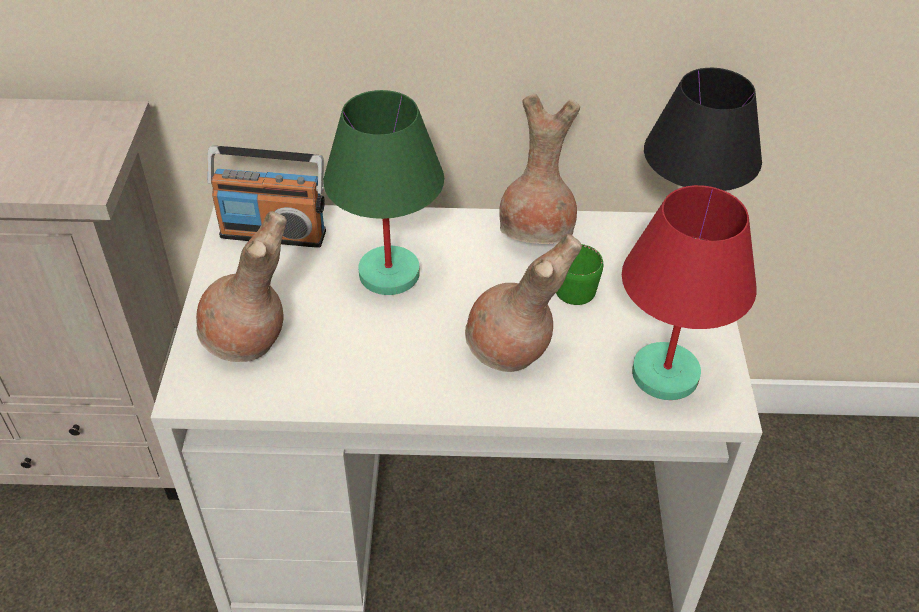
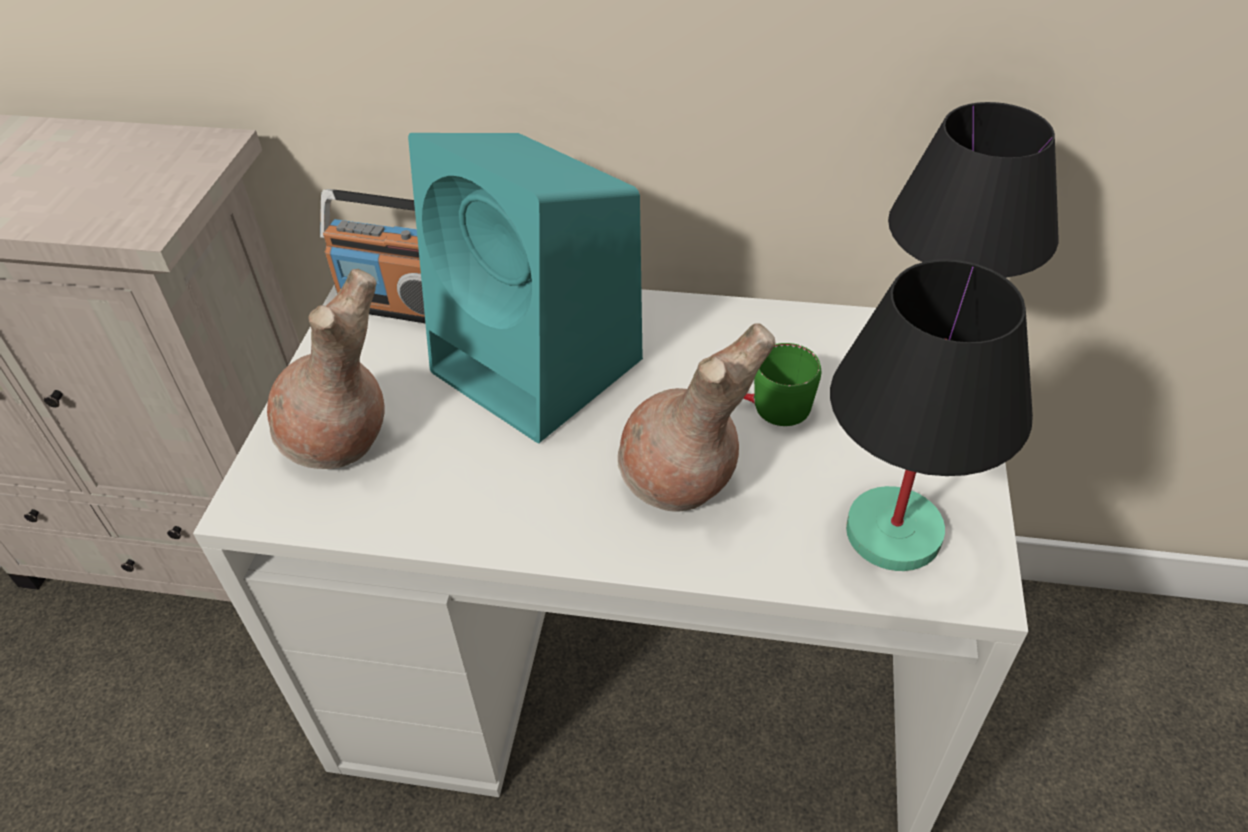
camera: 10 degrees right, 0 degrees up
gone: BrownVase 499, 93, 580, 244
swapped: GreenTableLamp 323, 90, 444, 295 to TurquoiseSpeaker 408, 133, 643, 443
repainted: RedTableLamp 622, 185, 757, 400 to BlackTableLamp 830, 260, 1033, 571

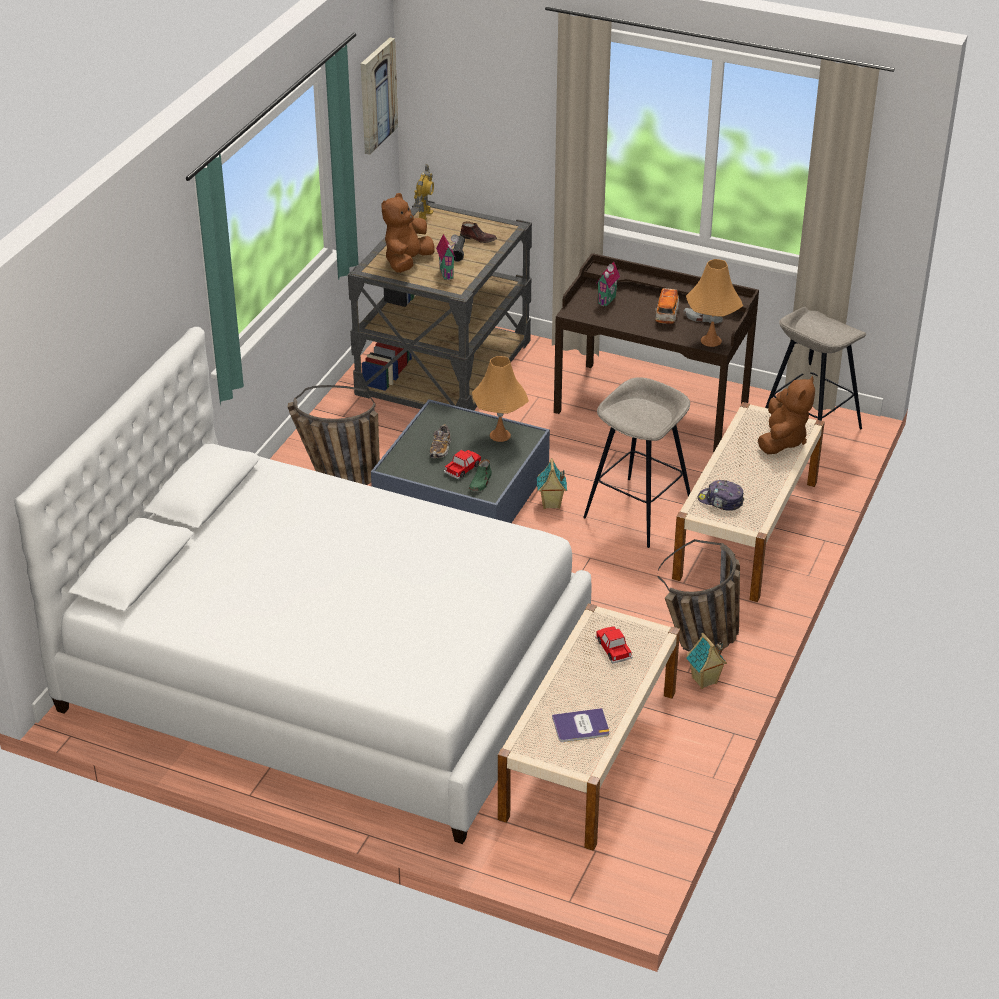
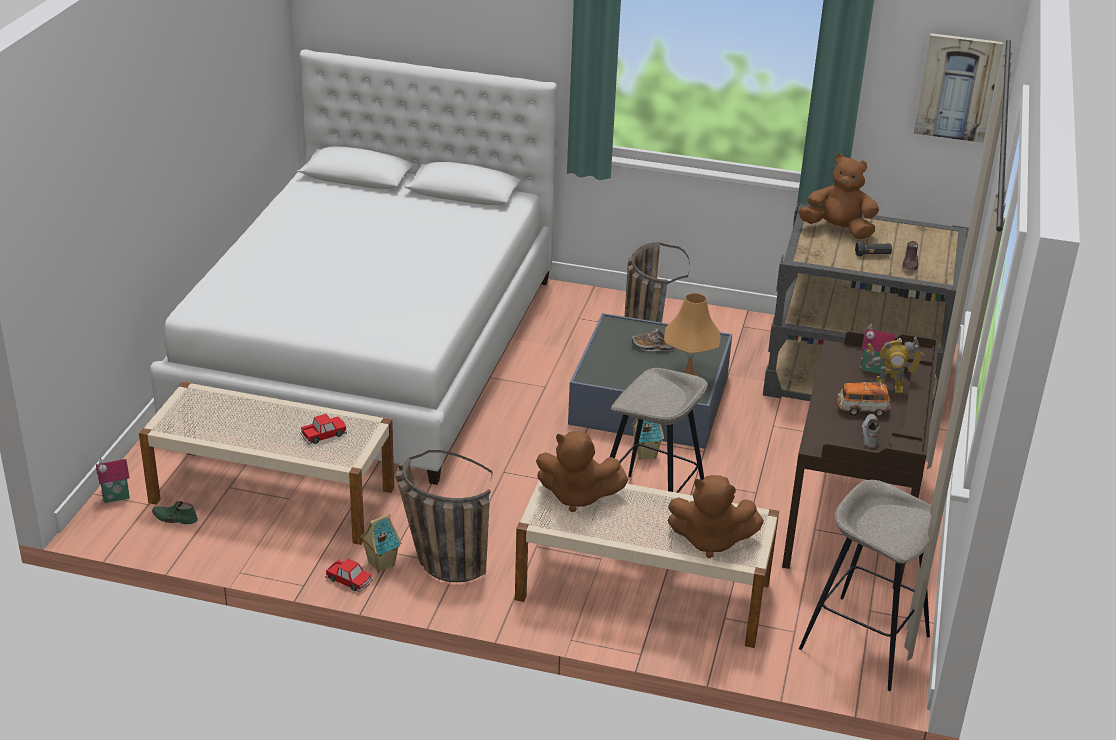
camera: 80 degrees right, 5 degrees down
gone: Book 552, 708, 610, 742; OrangeTableLamp 686, 259, 743, 347
shifted: ToyHouse 436, 234, 459, 280 to 95, 458, 130, 503; GreenShoe 469, 459, 492, 491 to 152, 501, 198, 524; ToyCar 444, 450, 481, 479 to 325, 559, 373, 592; ToyRobot 414, 164, 434, 220 to 866, 337, 925, 394
swapped: Cap 698, 480, 744, 511 to BrownPlushToy 536, 431, 628, 512

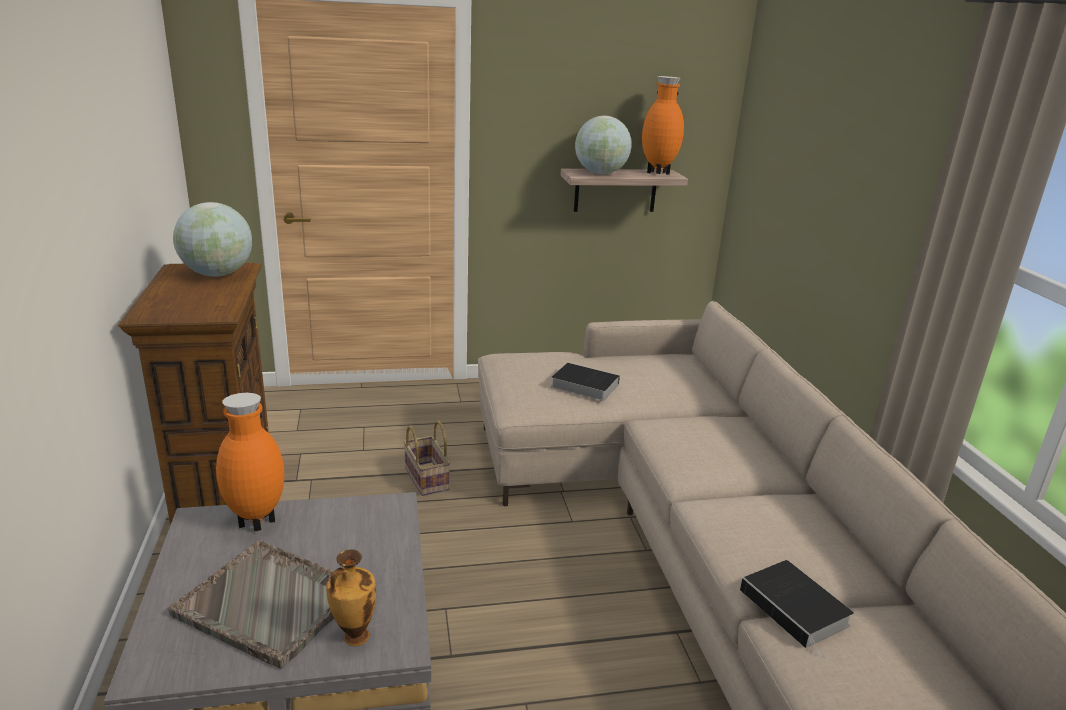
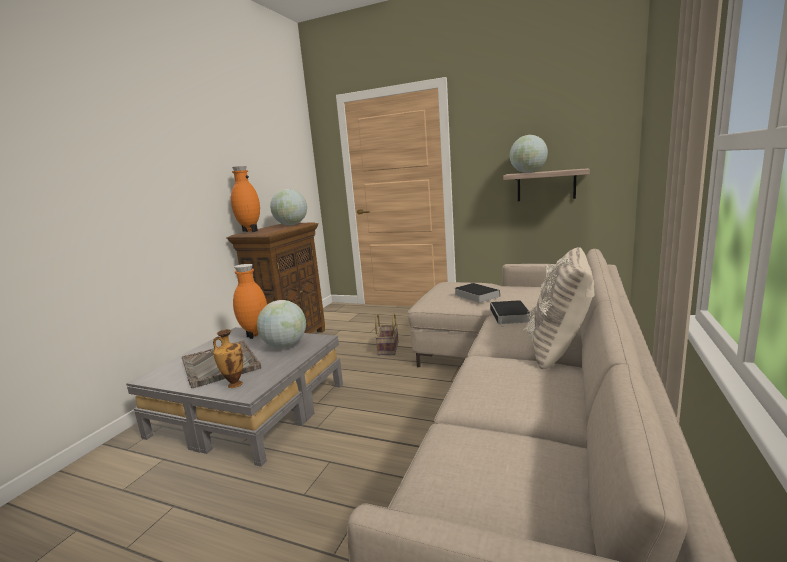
camera: 35 degrees right, 10 degrees down
new: Globe 257, 300, 306, 348; BeigePillow 524, 247, 594, 369
shifted: OrangeVase 642, 76, 684, 175 to 231, 166, 260, 232; Book 740, 560, 854, 659 to 490, 300, 530, 326

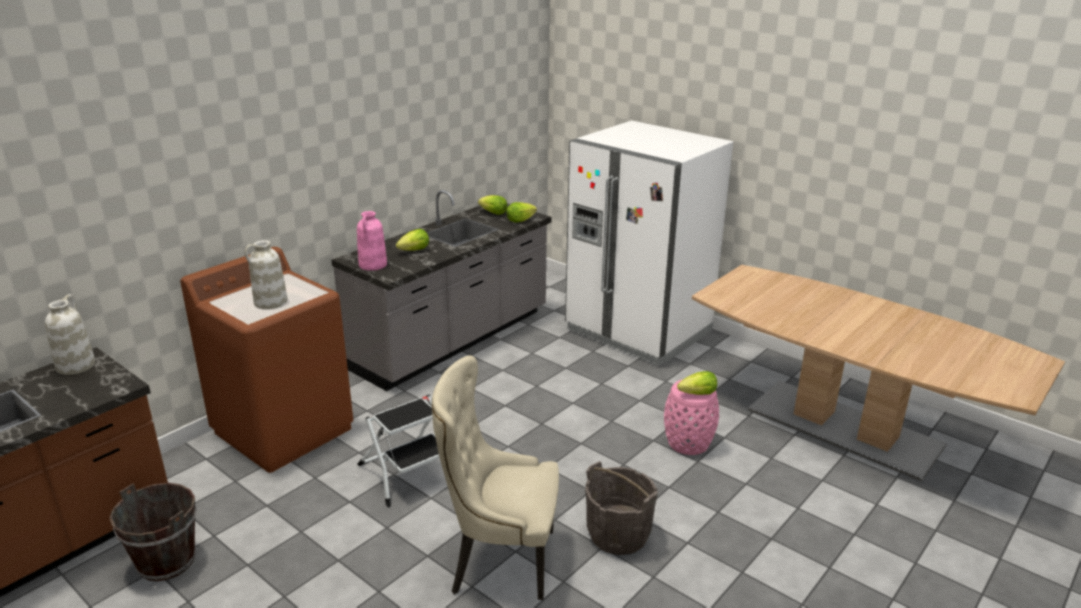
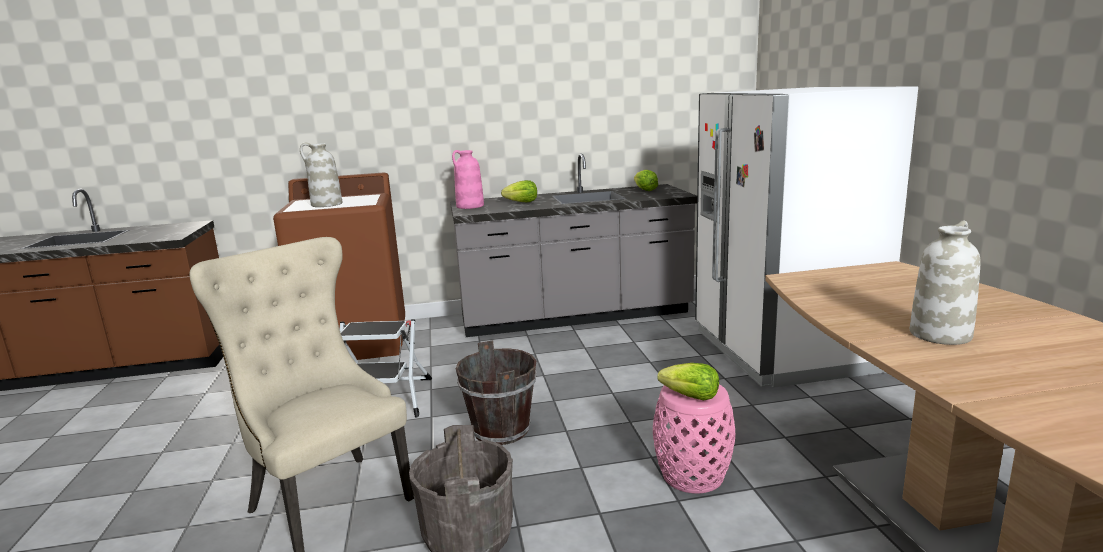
camera: 40 degrees right, 10 degrees down
gone: Lettuce 506, 202, 537, 223
shifted: BrownBucket 109, 483, 197, 581 to 455, 341, 537, 445; WhiteVase 45, 294, 95, 375 to 910, 220, 981, 345

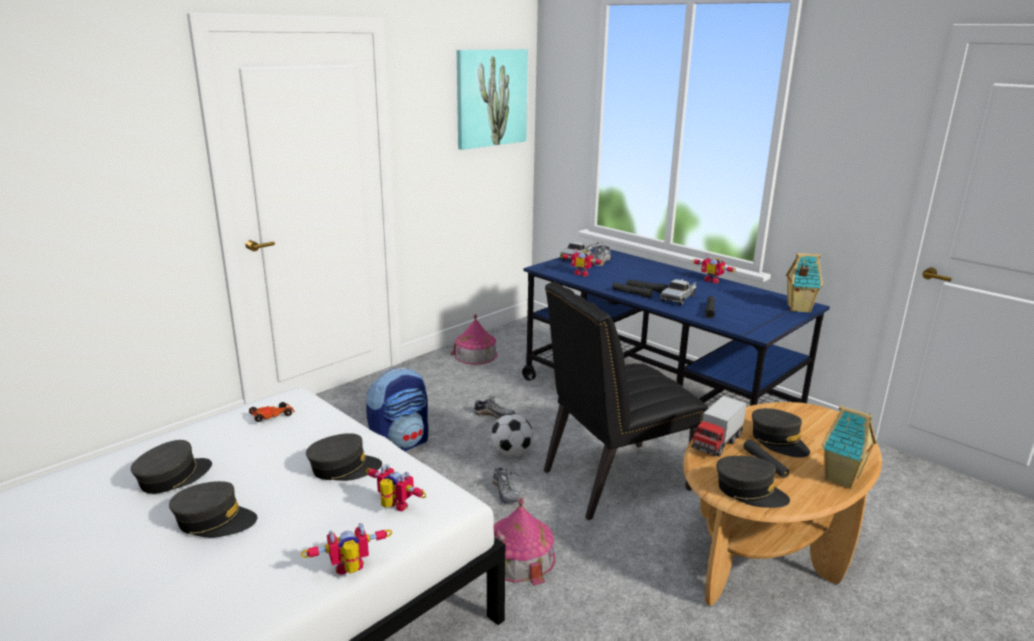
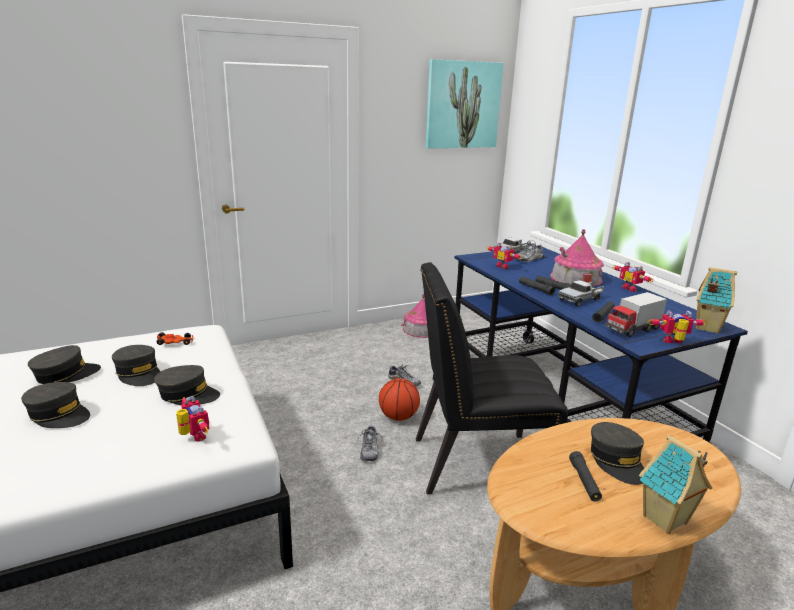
camera: 20 degrees right, 0 degrees up
gone: Backpack 366, 368, 429, 451
shifted: GreyCap 716, 456, 790, 508 to 112, 345, 160, 386; ToyHouse 494, 498, 555, 586 to 550, 229, 604, 286; ToyTruck 691, 396, 747, 457 to 605, 292, 667, 337; ToyRobot 301, 523, 392, 575 to 647, 310, 707, 343
swapped: Football 491, 414, 533, 457 to Basketball 379, 378, 420, 421

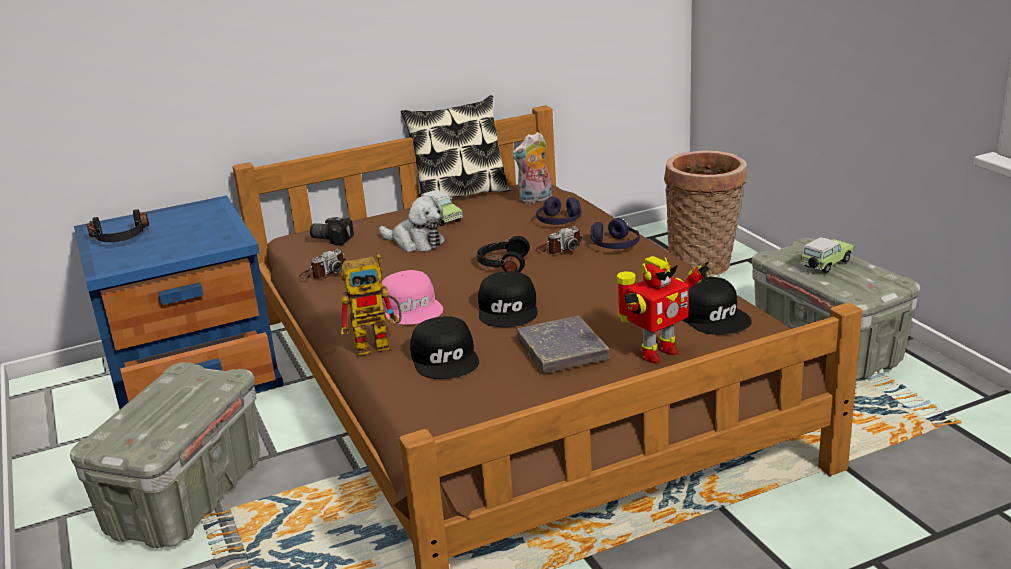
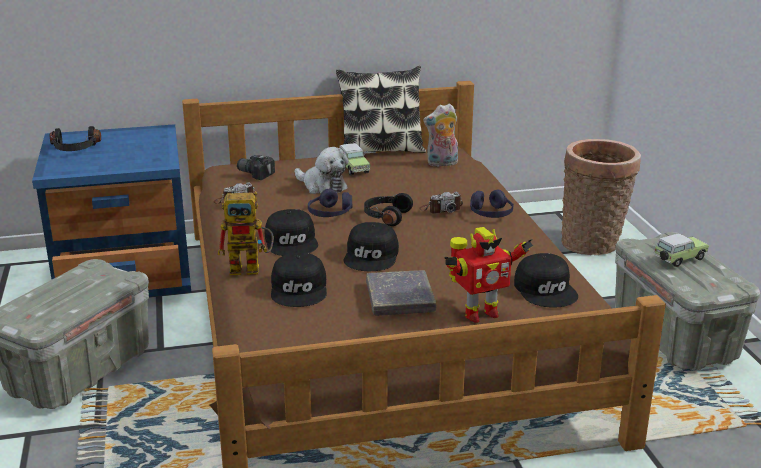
camera: 10 degrees right, 0 degrees up
shifted: PurpleHeadphones 536, 197, 581, 225 to 308, 189, 352, 217
repainted: PinkCap 382, 270, 443, 325 to BlackCap 265, 209, 318, 256

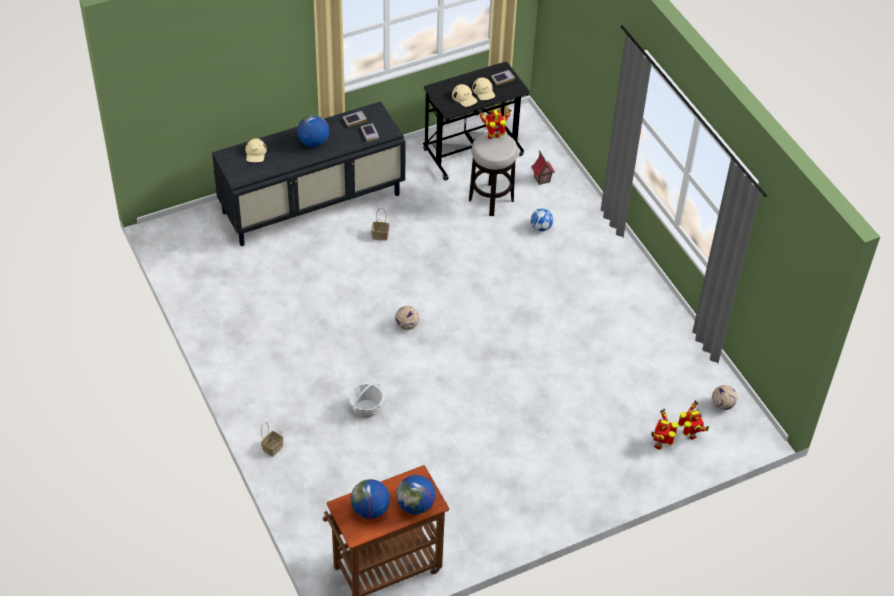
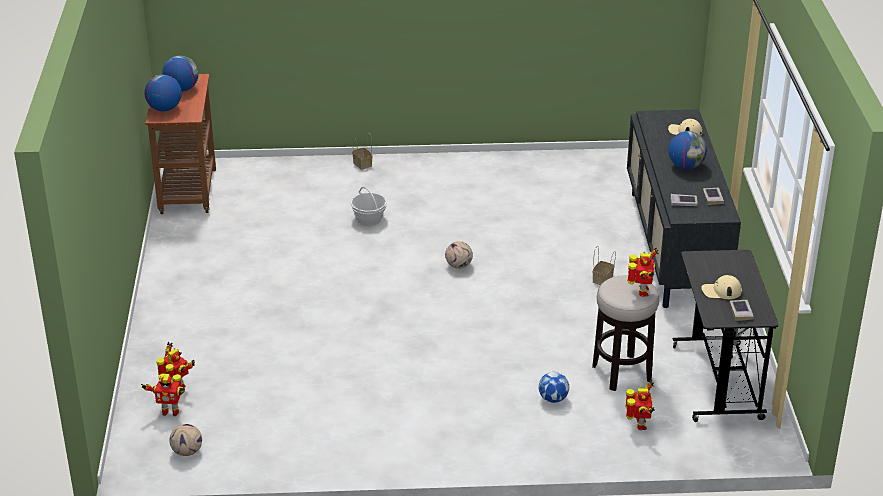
camera: 115 degrees right, 15 degrees down
gone: BeigeCap 452, 84, 478, 107
swapped: ToyHouse 531, 150, 555, 185 to ToyRobot 625, 380, 654, 430

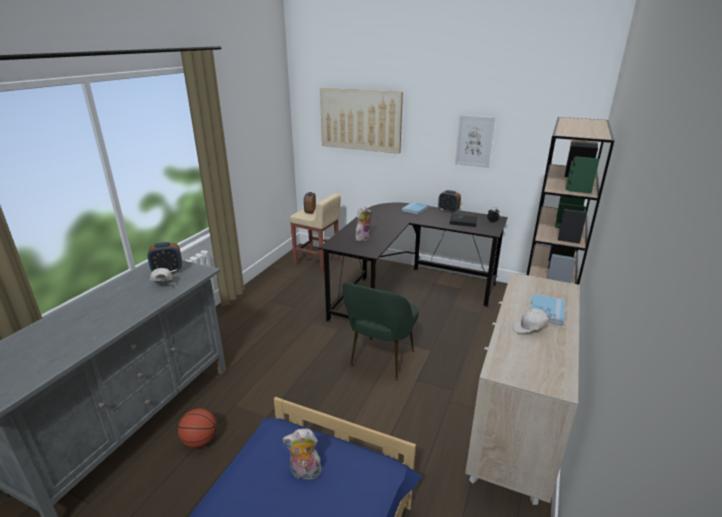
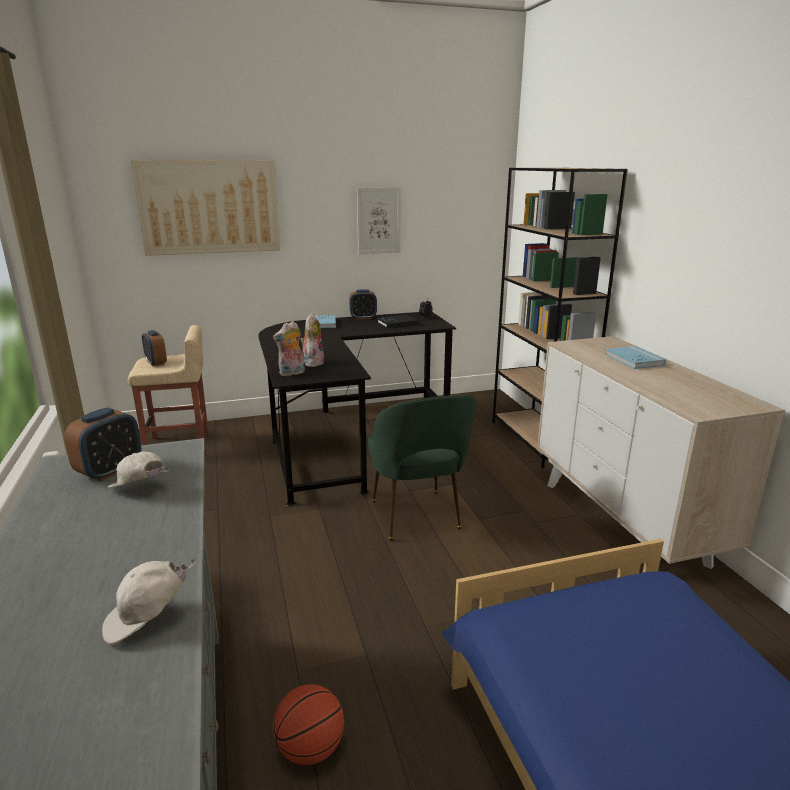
camera: 40 degrees left, 5 degrees down
shifted: WhiteCap 513, 309, 556, 333 to 102, 558, 196, 644; PlushToy 282, 429, 322, 480 to 273, 321, 305, 376

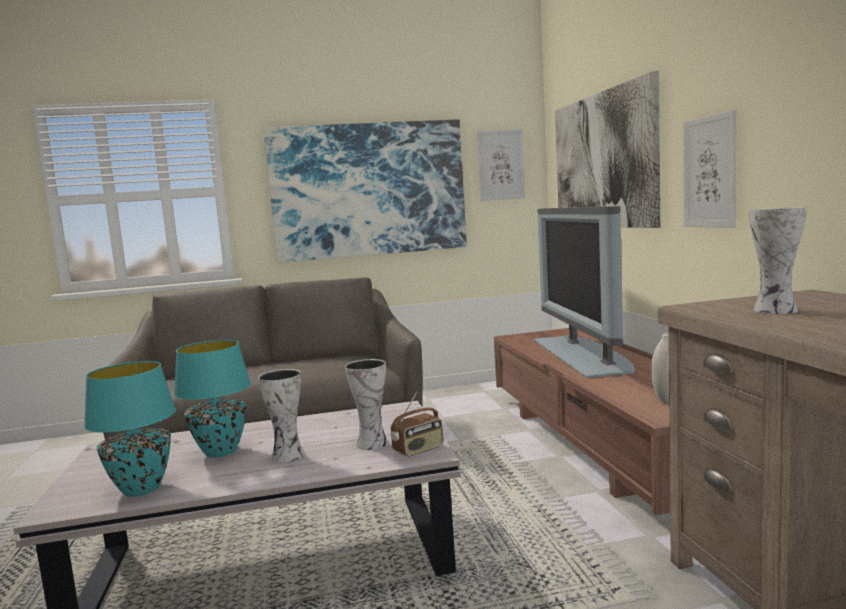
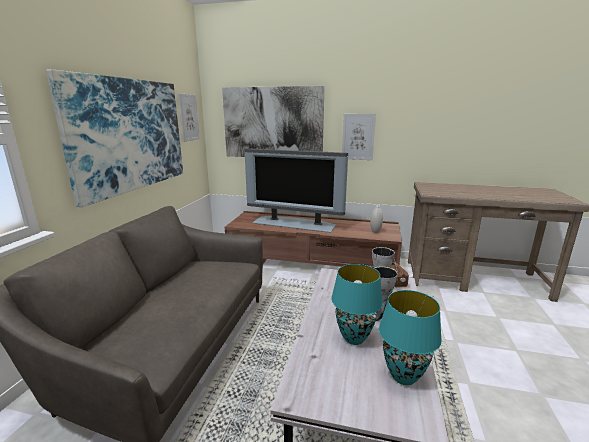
camera: 65 degrees left, 10 degrees up
gone: Vase 749, 207, 807, 314

